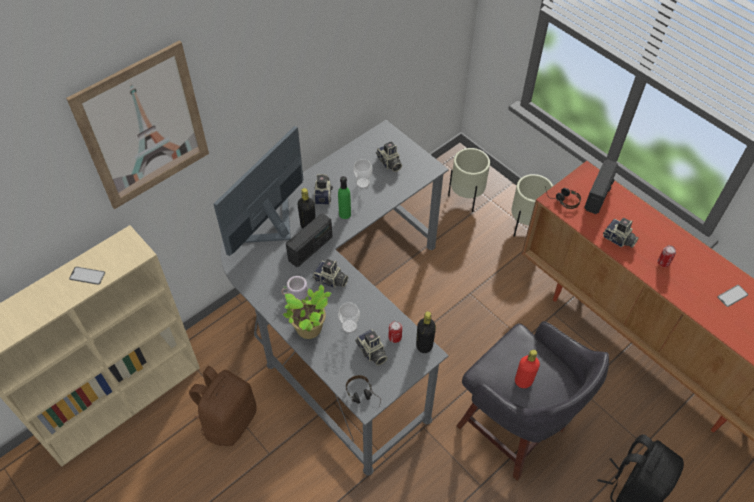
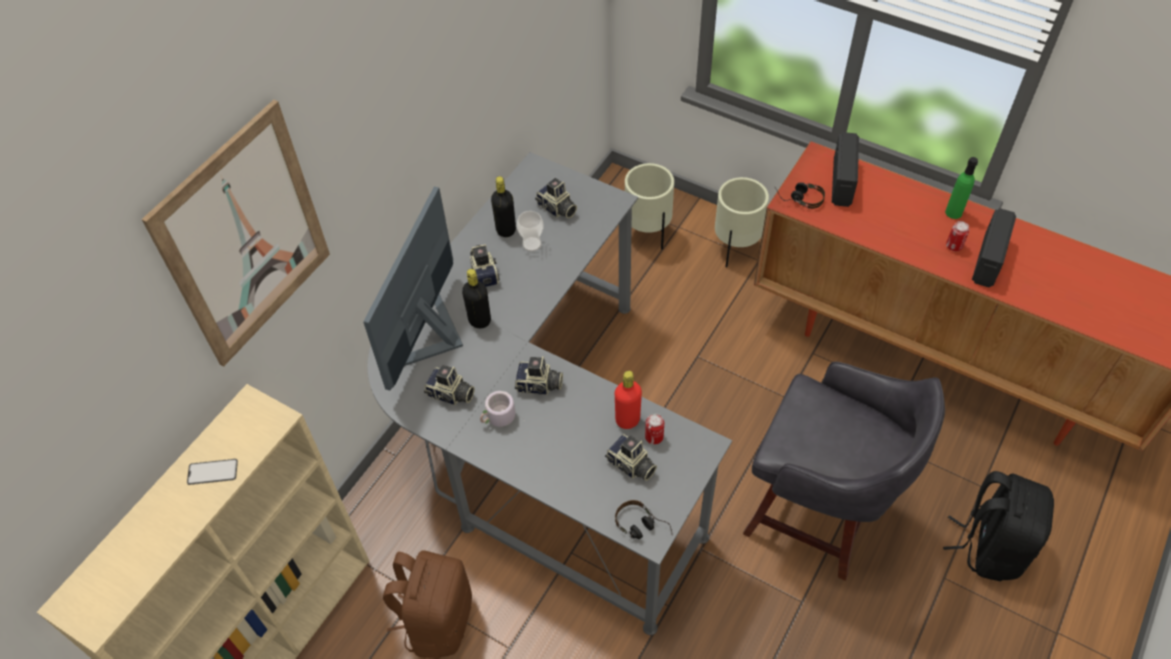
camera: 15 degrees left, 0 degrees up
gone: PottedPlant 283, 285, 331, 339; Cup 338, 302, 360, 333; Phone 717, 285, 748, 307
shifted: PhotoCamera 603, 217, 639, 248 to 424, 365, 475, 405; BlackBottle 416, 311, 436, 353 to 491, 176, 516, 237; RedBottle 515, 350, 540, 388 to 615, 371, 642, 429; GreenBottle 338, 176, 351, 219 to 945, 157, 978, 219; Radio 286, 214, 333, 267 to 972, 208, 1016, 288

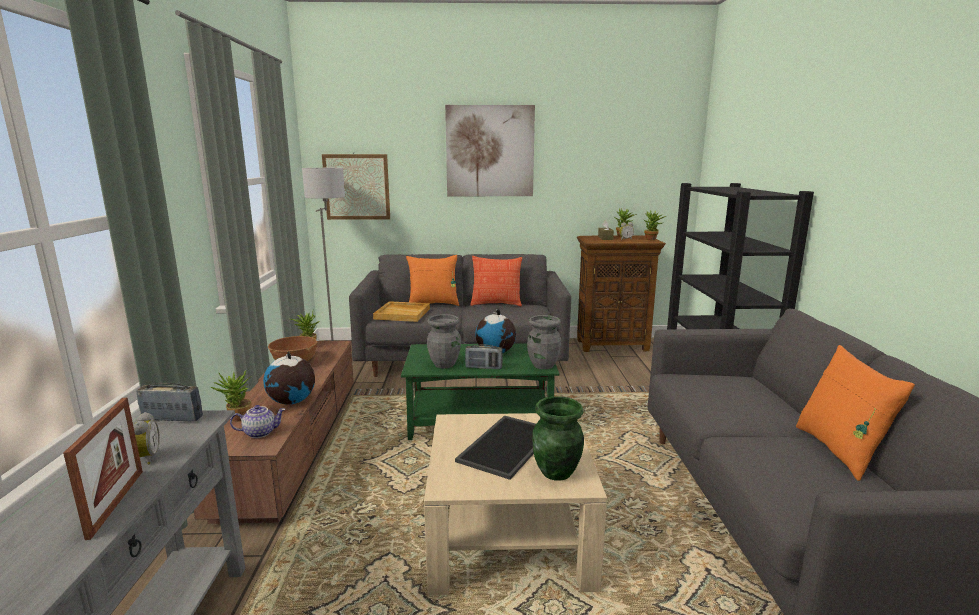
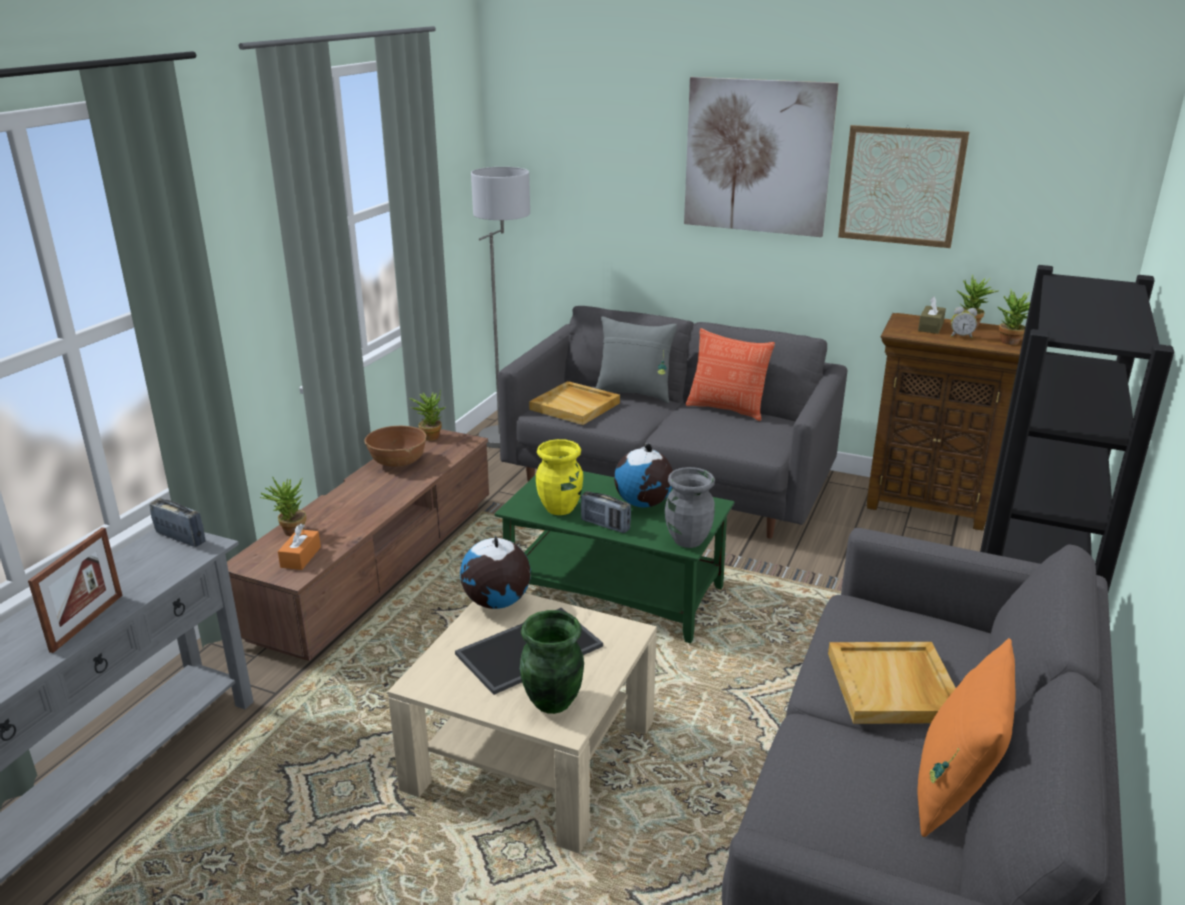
camera: 25 degrees right, 10 degrees up
gone: AlarmClock 133, 412, 160, 465
new: BeigeTray 828, 642, 956, 724
shifted: Globe 263, 351, 315, 405 to 460, 536, 531, 609; Picture 322, 154, 390, 220 to 838, 125, 969, 248
swapped: Teapot 230, 405, 286, 438 to OrangeTissueBox 278, 524, 321, 570
repainted: GreyVase 427, 314, 461, 368 to YellowVase 536, 439, 583, 515; OrangePillow 406, 255, 459, 306 to GreyPillow 596, 316, 677, 403

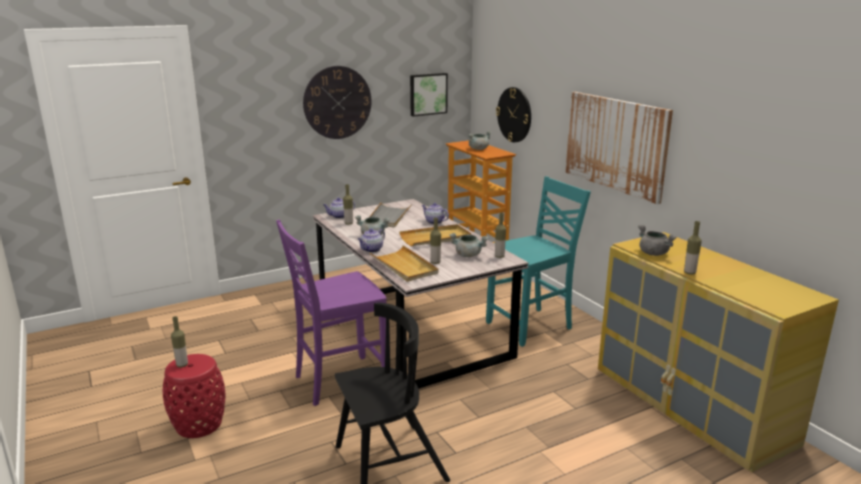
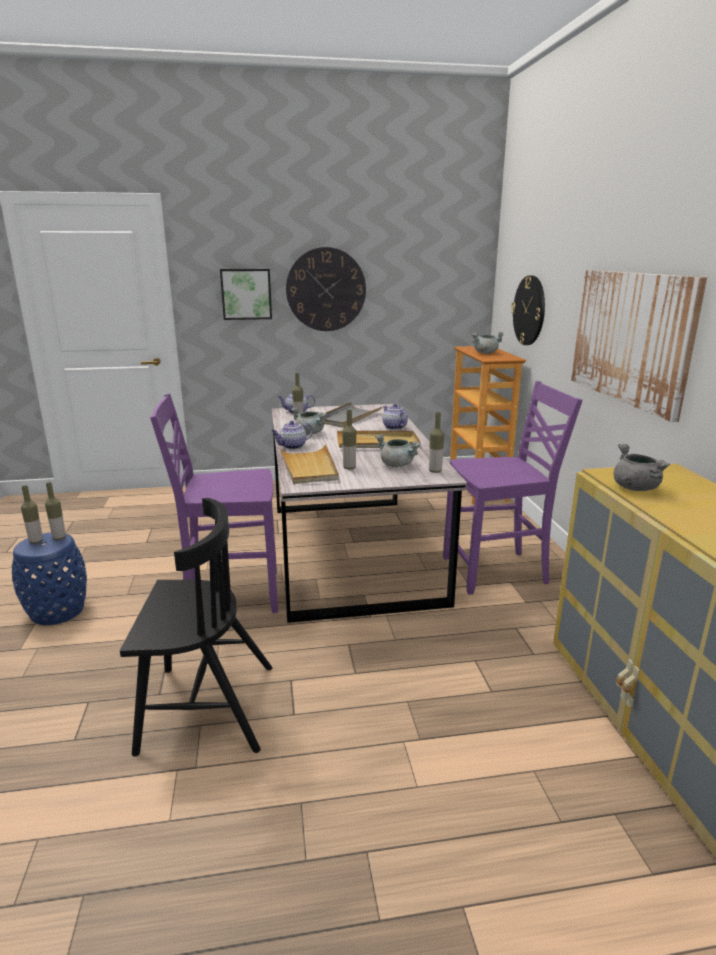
camera: 20 degrees right, 0 degrees up
shifted: Bottle 684, 221, 702, 275 to 45, 482, 66, 540; Picture 410, 73, 448, 117 to 220, 269, 272, 320
repainted: RedStool 163, 354, 225, 438 to BlueStool 12, 533, 87, 625; TurquoiseChair 486, 176, 591, 347 to PurpleChair 443, 381, 583, 595

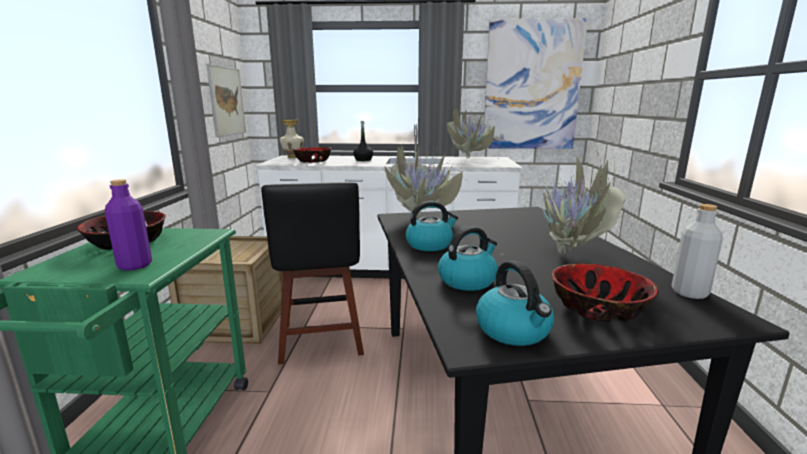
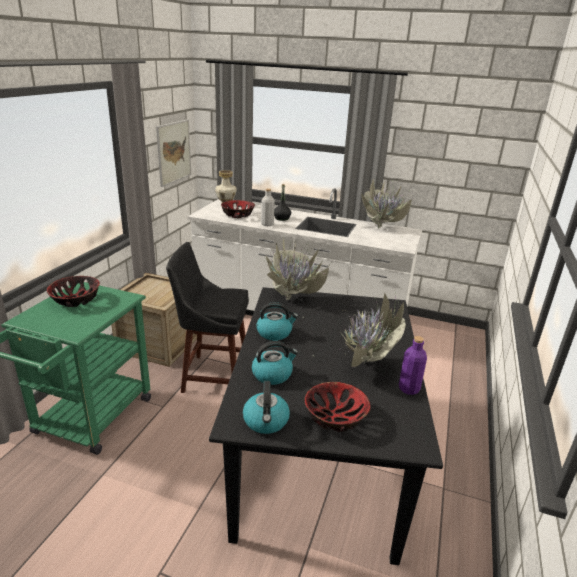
camera: 15 degrees right, 10 degrees up
gone: Picture 483, 18, 588, 149
shifted: GreyBottle 672, 204, 723, 299 to 261, 188, 275, 226; PurpleBottle 105, 179, 152, 271 to 399, 336, 427, 395
rotated: BlackChair 261, 182, 364, 364 = 166, 242, 249, 393 90 degrees clockwise

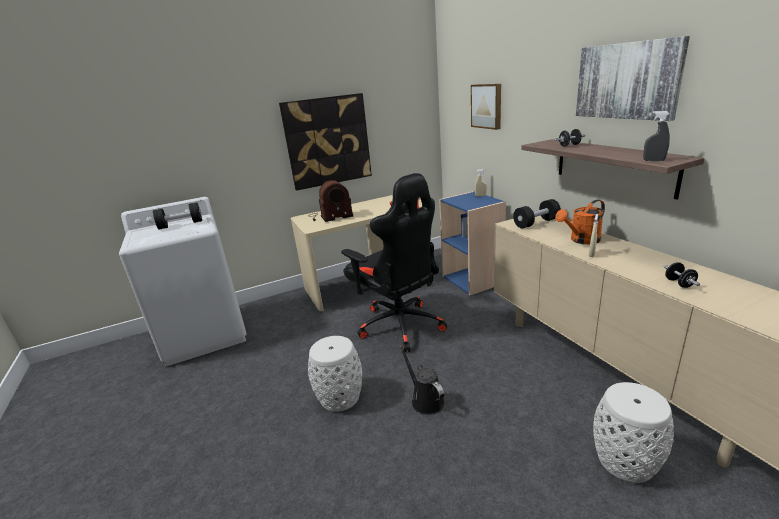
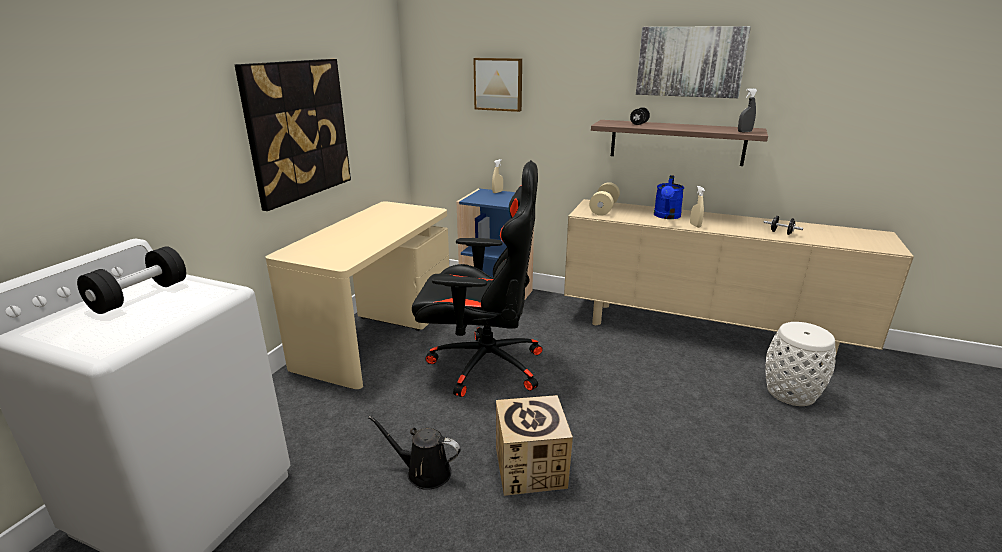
camera: 45 degrees left, 0 degrees up
gone: Radio 309, 180, 353, 222
shifted: BlackWateringCan 399, 346, 444, 415 to 368, 416, 460, 490
swapped: WhiteStool 308, 336, 362, 412 to CardboardBox 496, 395, 573, 496
repainted: BlackDumbbell 513, 199, 561, 228 to BeigeDumbbell 589, 182, 620, 216; OrangeWateringCan 555, 200, 605, 244 to BlueWateringCan 654, 175, 684, 219

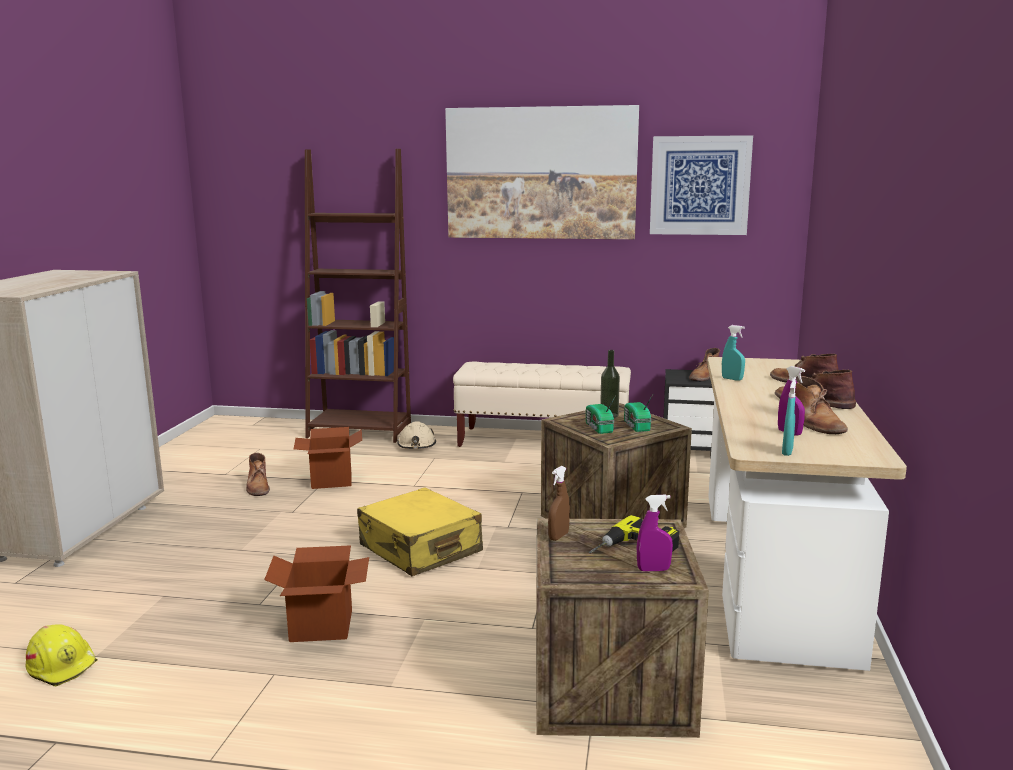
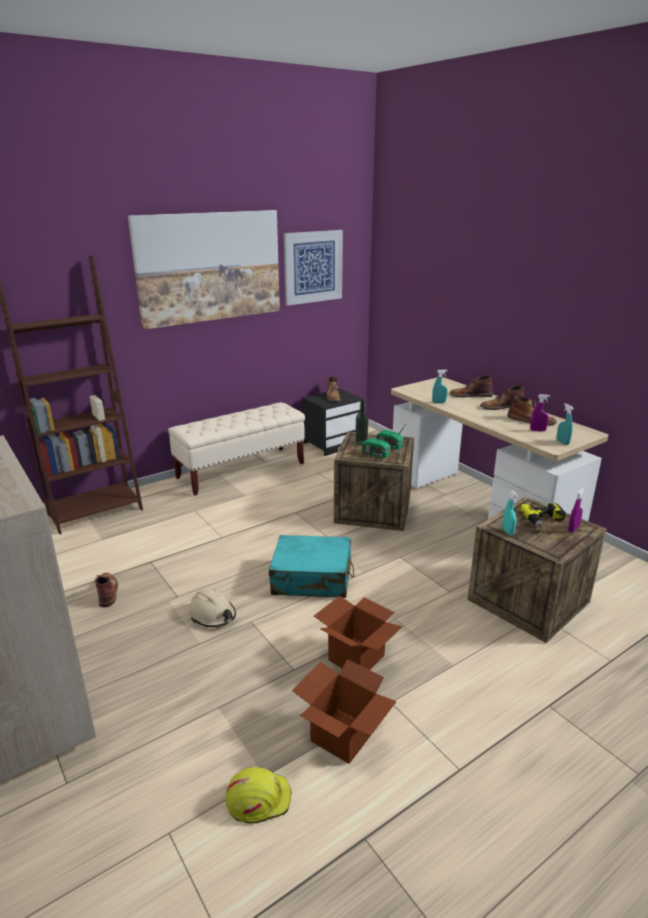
camera: 45 degrees left, 10 degrees up
shifted: BeigeHardHat 397, 421, 436, 449 to 189, 589, 236, 627; CardboardBox 294, 427, 362, 489 to 292, 659, 397, 764
repainted: YellowSuitcase 357, 487, 483, 576 to TurquoiseSuitcase 269, 535, 354, 598; BrownSprayBottle 548, 466, 570, 541 to TurquoiseSprayBottle 502, 490, 518, 535
rotated: BrownBoot 246, 453, 270, 496 = 95, 573, 118, 607 135 degrees counterclockwise

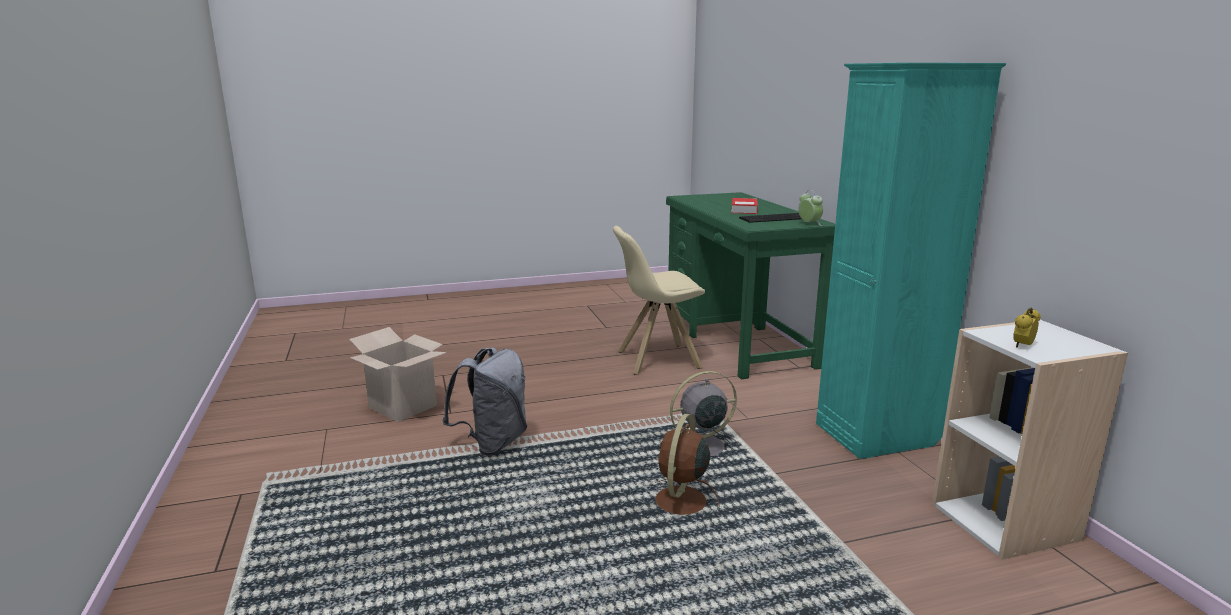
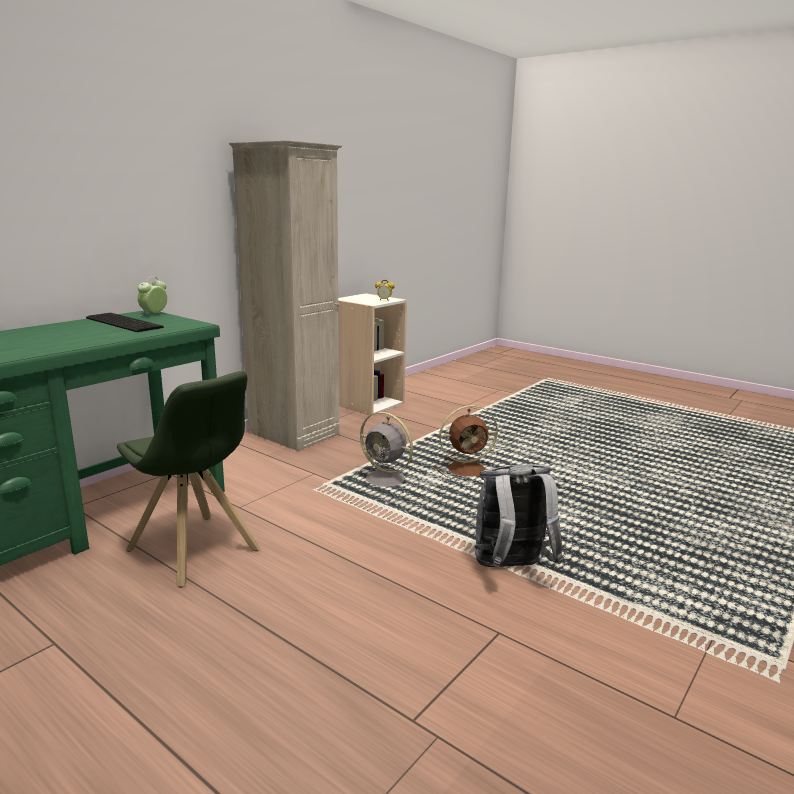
camera: 125 degrees left, 0 degrees up
gone: CardboardBox 349, 327, 447, 422; Book 731, 198, 758, 214
repainted: BeigeChair 613, 226, 705, 375 to GreenChair 117, 371, 260, 587; TurquoiseCabinet 816, 63, 1006, 459 to BeigeCabinet 229, 141, 342, 451

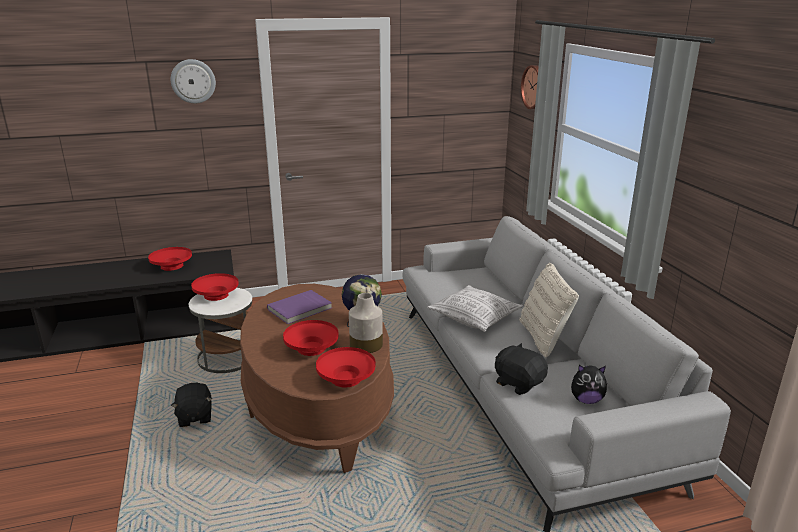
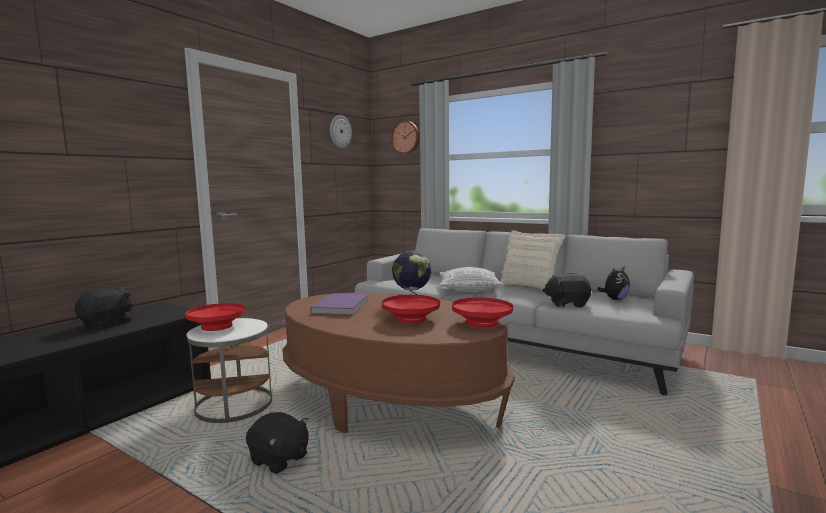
camera: 40 degrees left, 15 degrees down
gone: BeigeVase 349, 293, 383, 353
shifted: WallClock 171, 59, 216, 103 to 330, 115, 352, 148
swapped: RedBowl 148, 247, 192, 271 to BlackPlushToy 75, 287, 134, 328

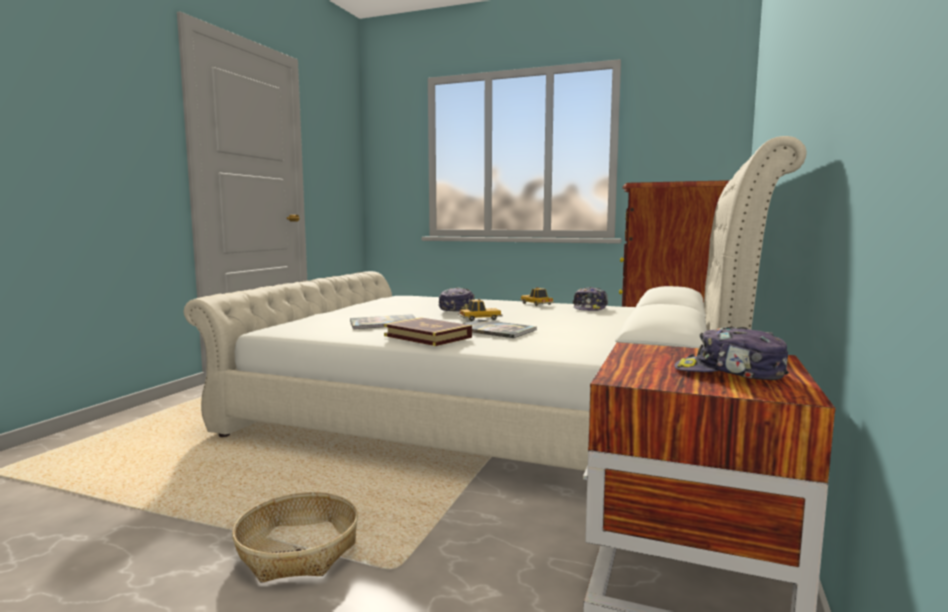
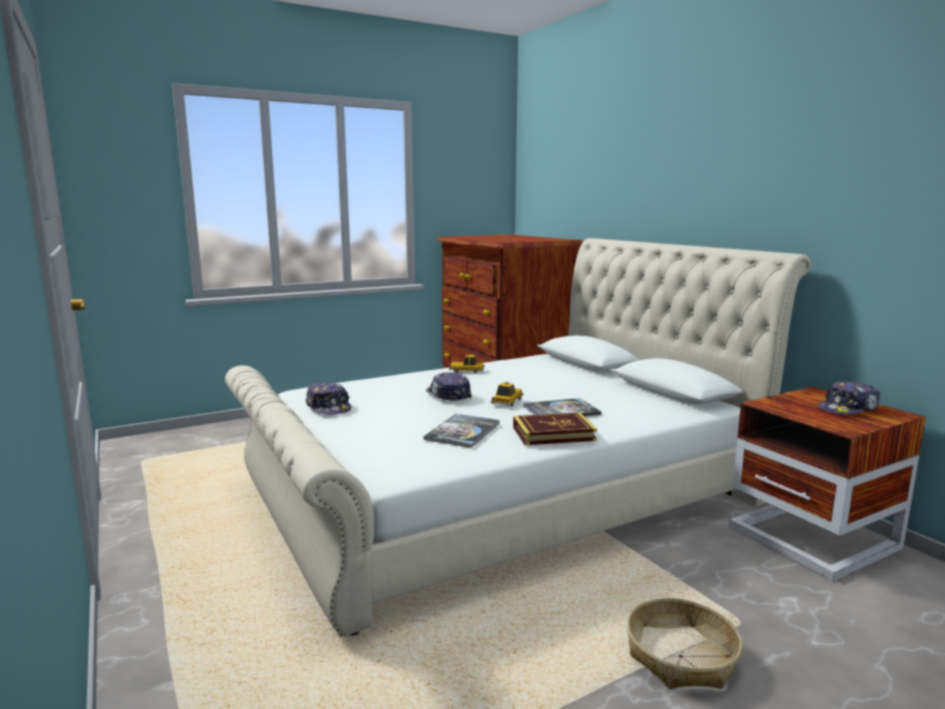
camera: 50 degrees left, 5 degrees up
shifted: Cap 573, 287, 608, 311 to 306, 382, 351, 415

